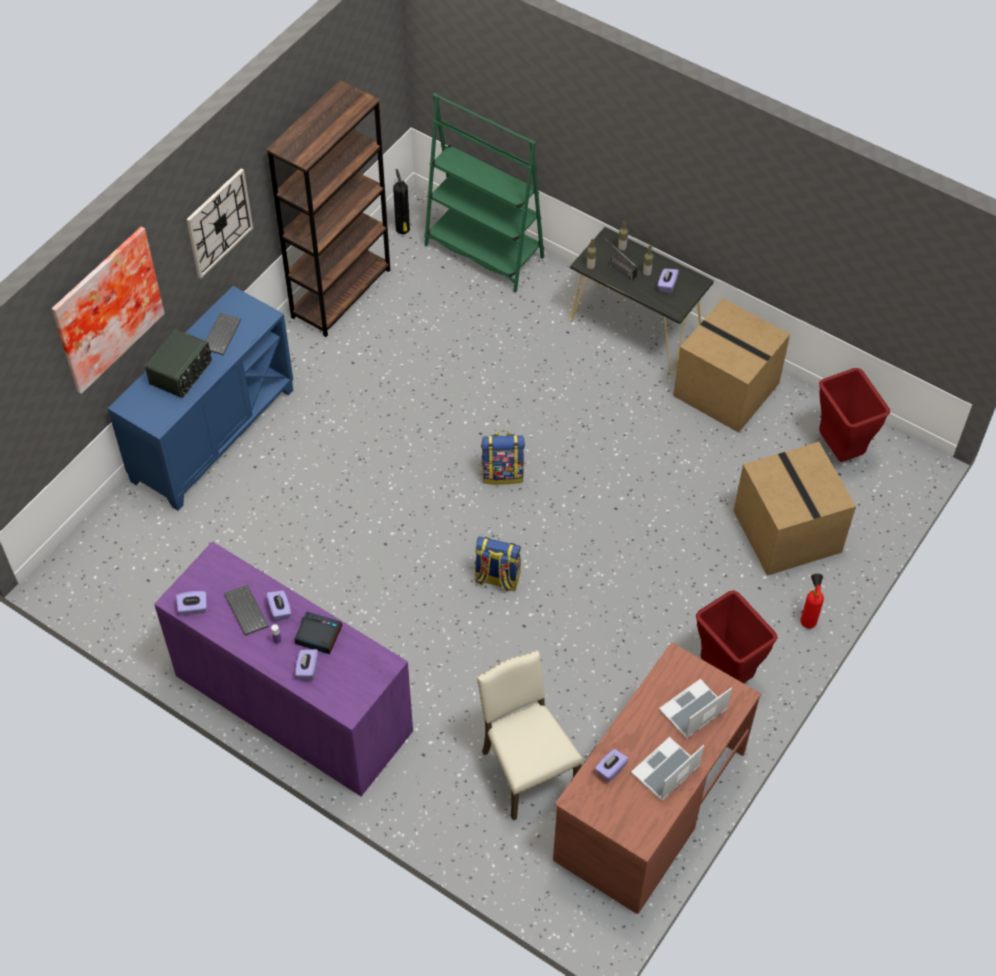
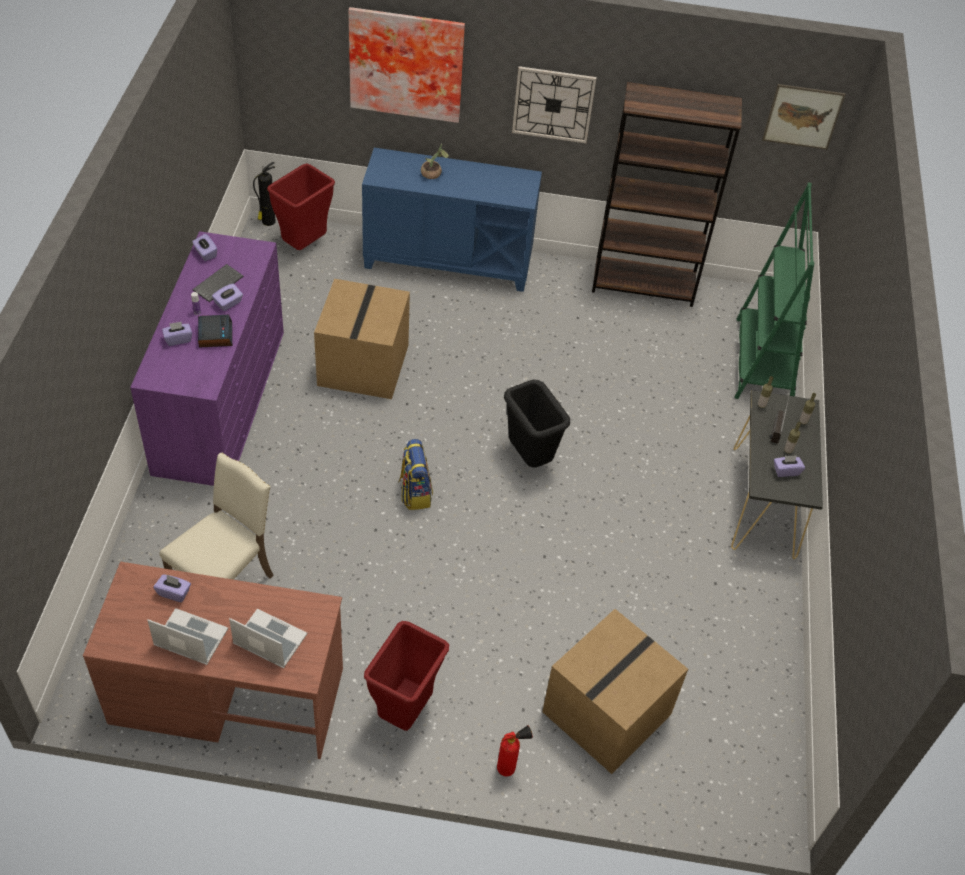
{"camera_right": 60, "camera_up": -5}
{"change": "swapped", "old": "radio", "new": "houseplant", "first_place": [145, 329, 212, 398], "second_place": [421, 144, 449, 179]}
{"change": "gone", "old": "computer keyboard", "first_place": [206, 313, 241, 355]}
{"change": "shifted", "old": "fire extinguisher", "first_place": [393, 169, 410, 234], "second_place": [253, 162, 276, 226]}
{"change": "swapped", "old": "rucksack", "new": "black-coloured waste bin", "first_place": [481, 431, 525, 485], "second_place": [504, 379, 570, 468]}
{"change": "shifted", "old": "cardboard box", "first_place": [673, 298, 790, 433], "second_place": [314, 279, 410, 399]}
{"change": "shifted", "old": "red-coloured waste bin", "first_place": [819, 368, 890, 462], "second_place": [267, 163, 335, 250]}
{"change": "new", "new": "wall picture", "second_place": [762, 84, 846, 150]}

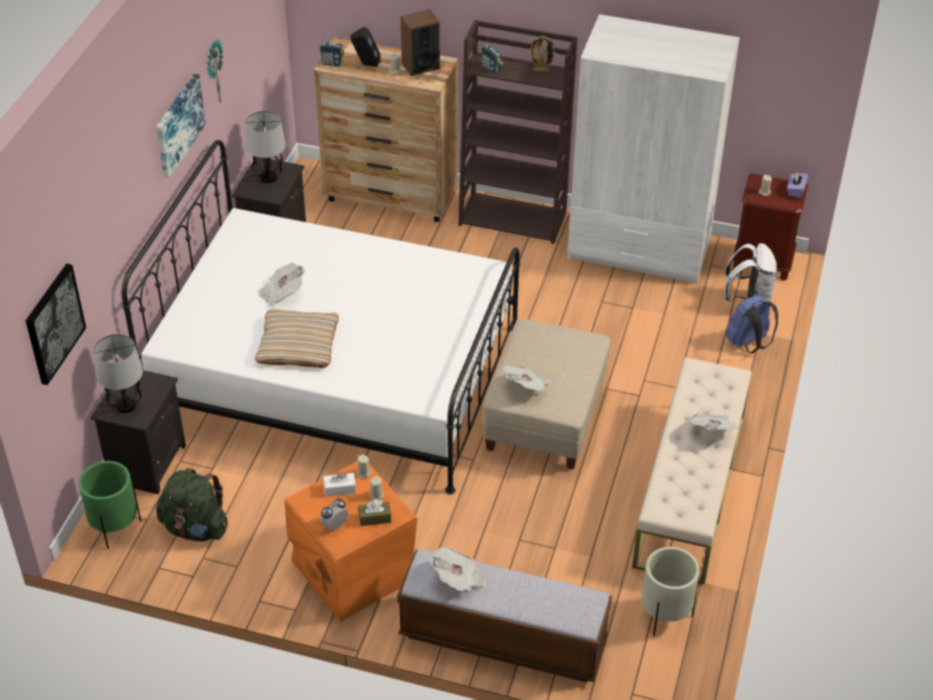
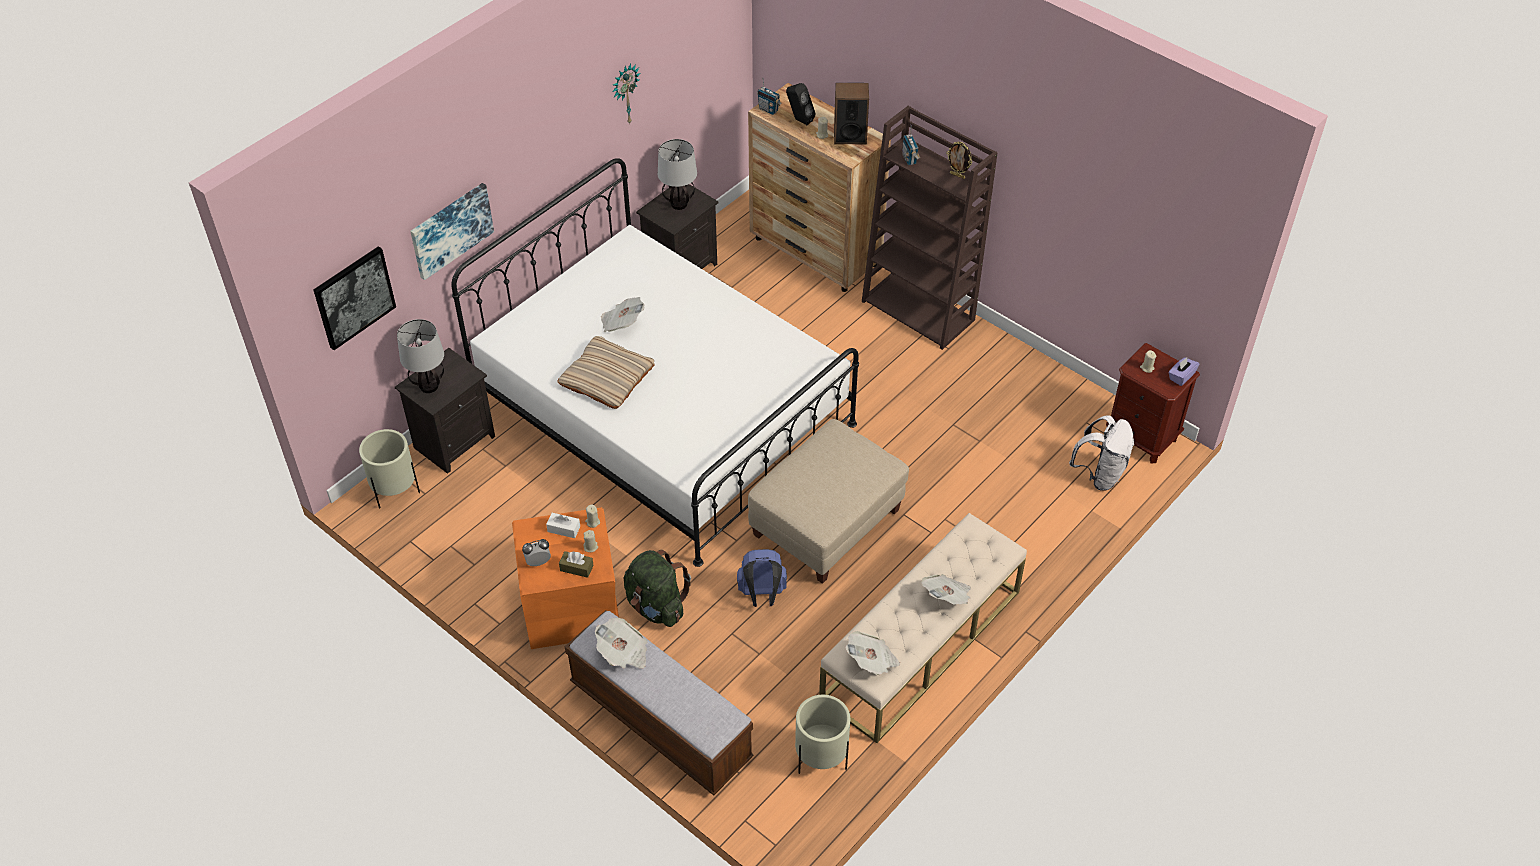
{"camera_right": 25, "camera_up": 5}
{"change": "repainted", "old": "green plant pot", "new": "beige-coloured plant pot", "first_place": [78, 461, 141, 549], "second_place": [359, 429, 420, 508]}
{"change": "shifted", "old": "wall picture", "first_place": [156, 74, 206, 178], "second_place": [410, 183, 494, 280]}
{"change": "shifted", "old": "green rucksack", "first_place": [156, 468, 228, 542], "second_place": [624, 550, 691, 627]}
{"change": "shifted", "old": "newspaper", "first_place": [502, 364, 551, 392], "second_place": [845, 631, 900, 675]}
{"change": "gone", "old": "white clothes cupboard", "first_place": [568, 14, 740, 284]}
{"change": "shifted", "old": "blue rucksack", "first_place": [725, 296, 778, 353], "second_place": [737, 549, 787, 607]}

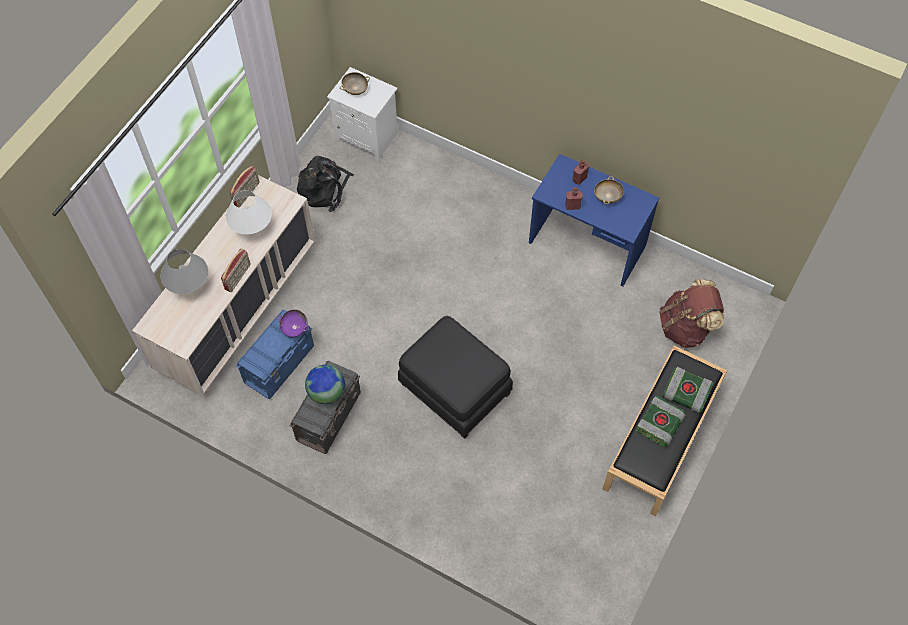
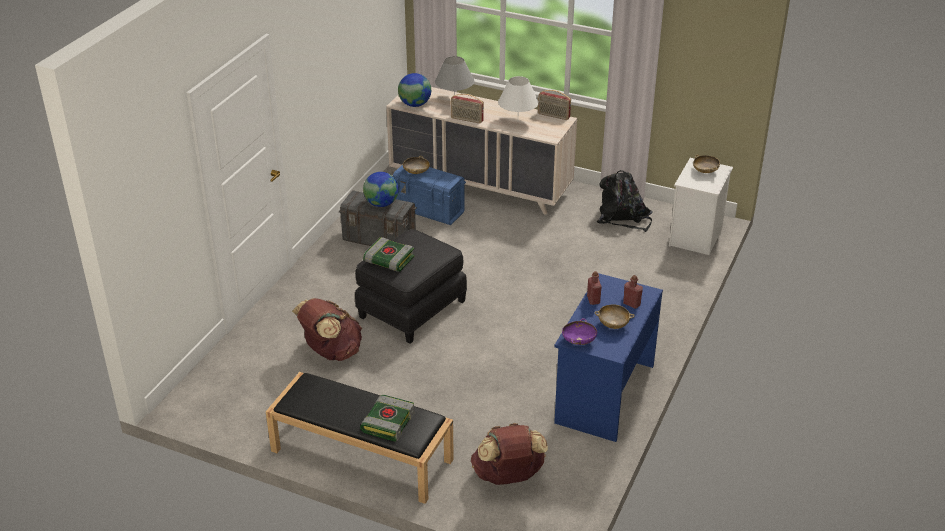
{"camera_right": 85, "camera_up": -25}
{"change": "shifted", "old": "purple-coloured serving bowl", "first_place": [277, 309, 309, 337], "second_place": [562, 318, 597, 345]}
{"change": "shifted", "old": "bound book", "first_place": [636, 396, 686, 447], "second_place": [363, 237, 414, 272]}
{"change": "new", "new": "brown rucksack", "second_place": [292, 298, 362, 361]}
{"change": "new", "new": "desk globe", "second_place": [398, 73, 431, 107]}
{"change": "new", "new": "beige-coloured serving bowl", "second_place": [403, 156, 430, 174]}

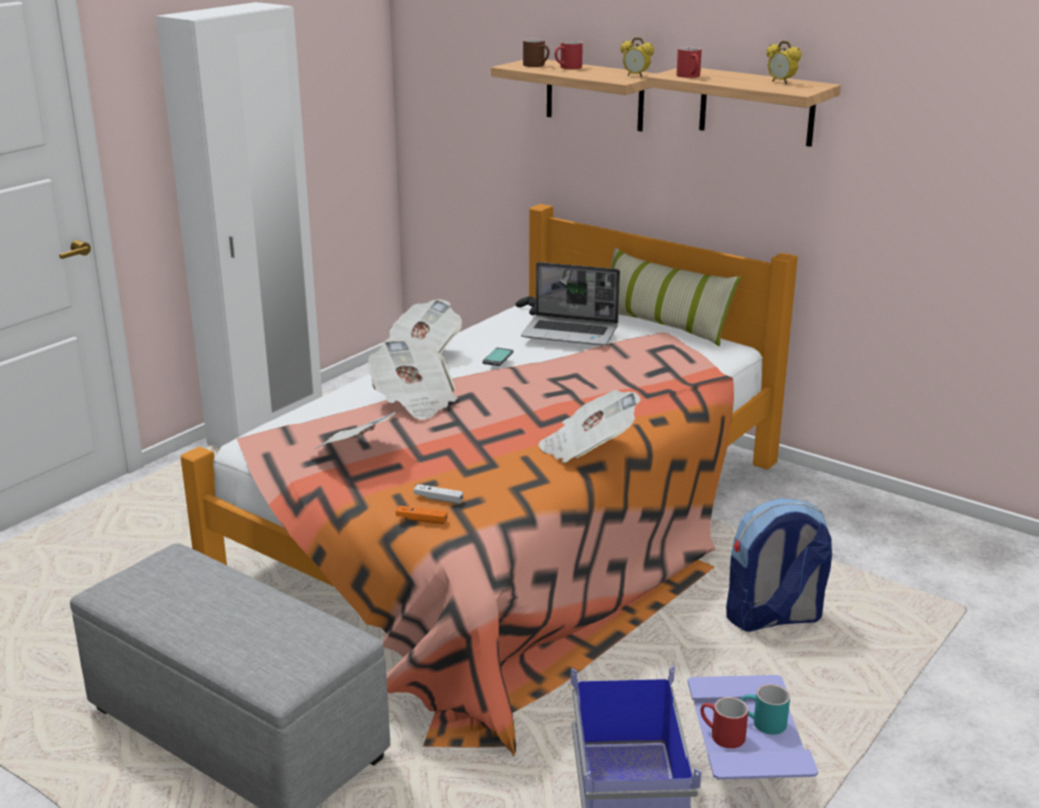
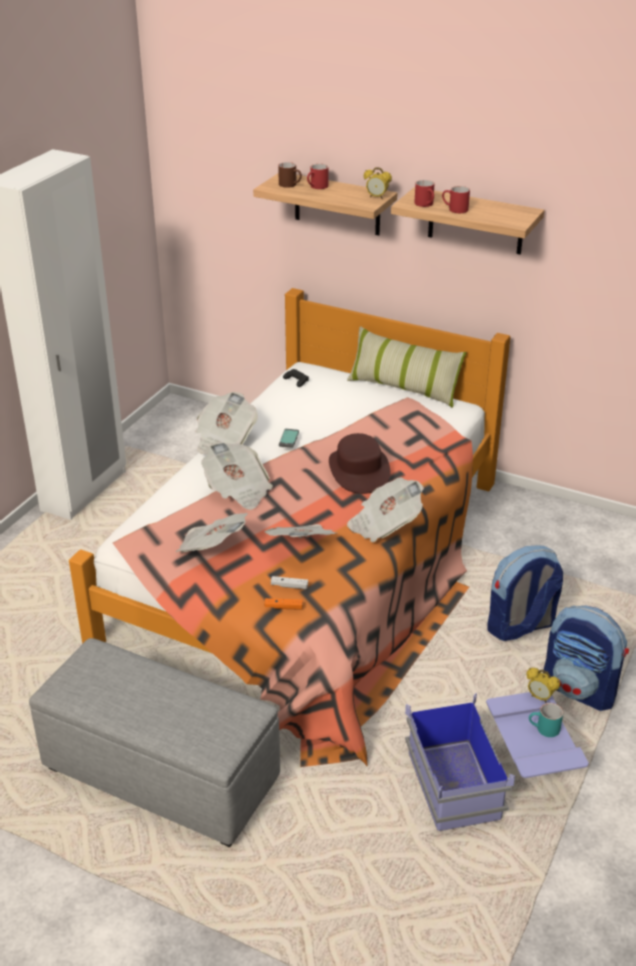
{"camera_right": -10, "camera_up": 10}
{"change": "gone", "old": "portable computer", "first_place": [521, 262, 620, 345]}
{"change": "shifted", "old": "red-coloured mug", "first_place": [700, 697, 748, 748], "second_place": [442, 186, 470, 213]}
{"change": "shifted", "old": "bedside clock", "first_place": [766, 41, 802, 84], "second_place": [526, 668, 560, 703]}
{"change": "new", "new": "newspaper", "second_place": [265, 524, 336, 538]}
{"change": "new", "new": "brown hat", "second_place": [329, 433, 390, 494]}
{"change": "new", "new": "rucksack", "second_place": [544, 606, 629, 711]}

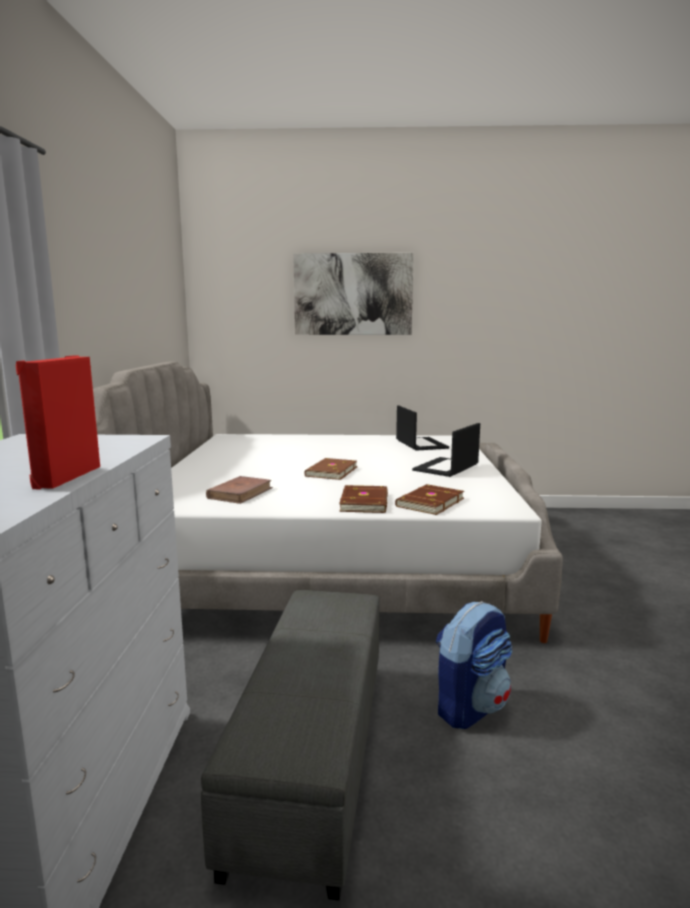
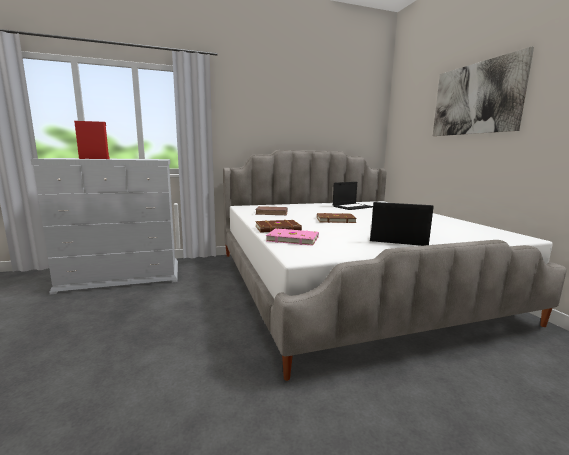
{"camera_right": 70, "camera_up": 0}
{"change": "gone", "old": "gray ottoman", "first_place": [201, 590, 380, 901]}
{"change": "repainted", "old": "brown bound book", "new": "pink-coloured bound book", "first_place": [395, 484, 464, 515], "second_place": [266, 228, 319, 246]}
{"change": "shifted", "old": "portable computer", "first_place": [396, 405, 449, 451], "second_place": [333, 182, 373, 210]}
{"change": "gone", "old": "rucksack", "first_place": [436, 601, 512, 729]}

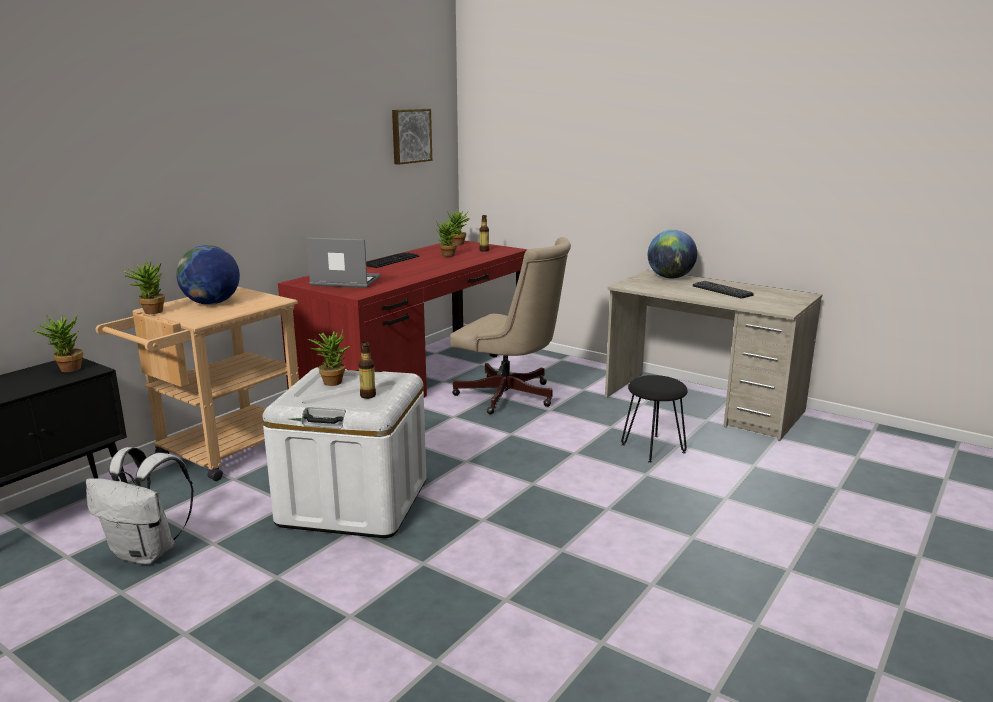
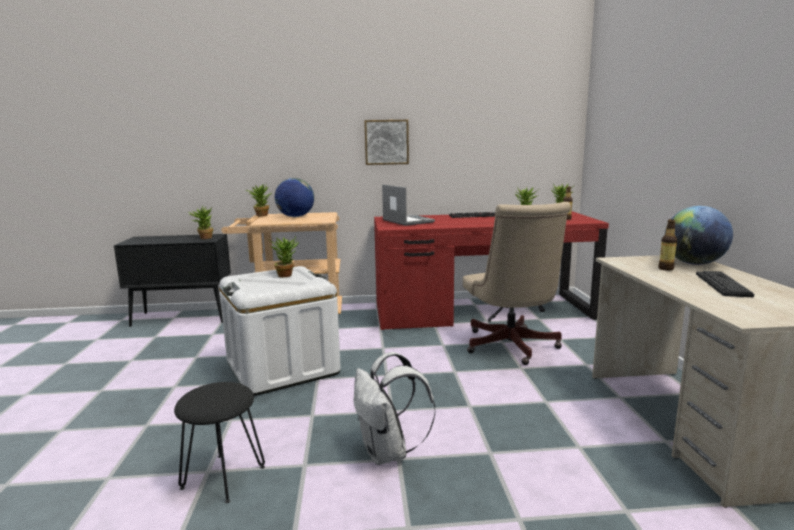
{"camera_right": 50, "camera_up": -5}
{"change": "shifted", "old": "white rucksack", "first_place": [86, 447, 194, 564], "second_place": [353, 352, 435, 465]}
{"change": "shifted", "old": "drink bottle", "first_place": [358, 342, 376, 399], "second_place": [658, 219, 677, 271]}
{"change": "shifted", "old": "wall picture", "first_place": [392, 109, 432, 165], "second_place": [364, 120, 409, 165]}
{"change": "shifted", "old": "black-coloured sitting stool", "first_place": [621, 375, 688, 463], "second_place": [174, 382, 265, 503]}

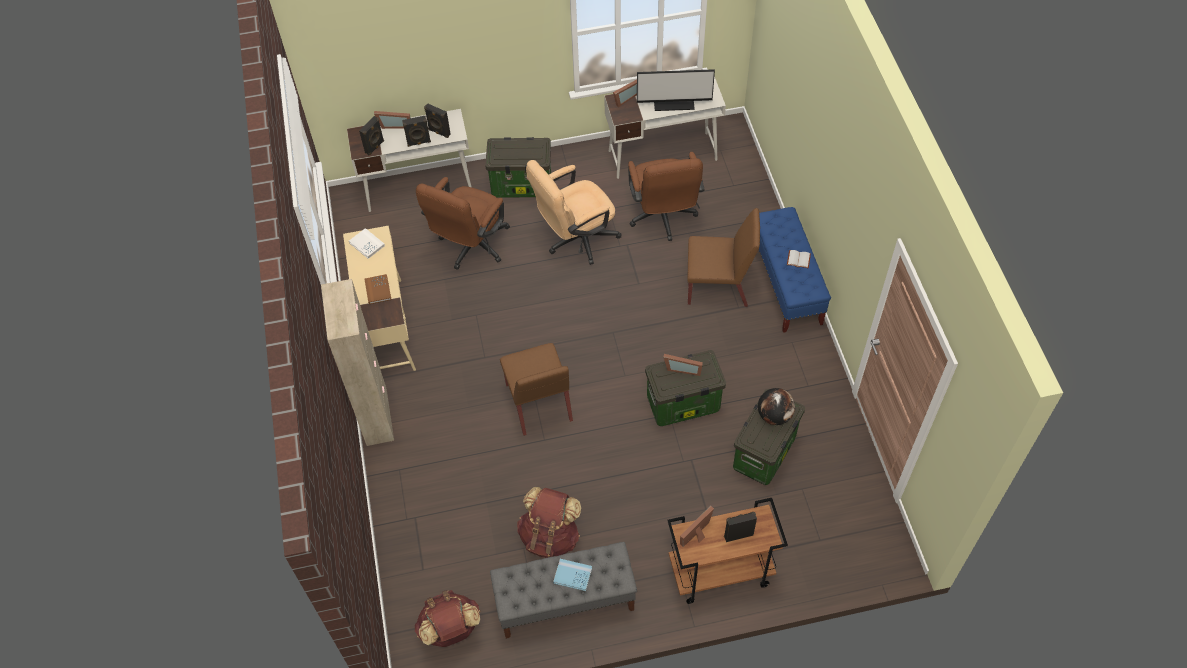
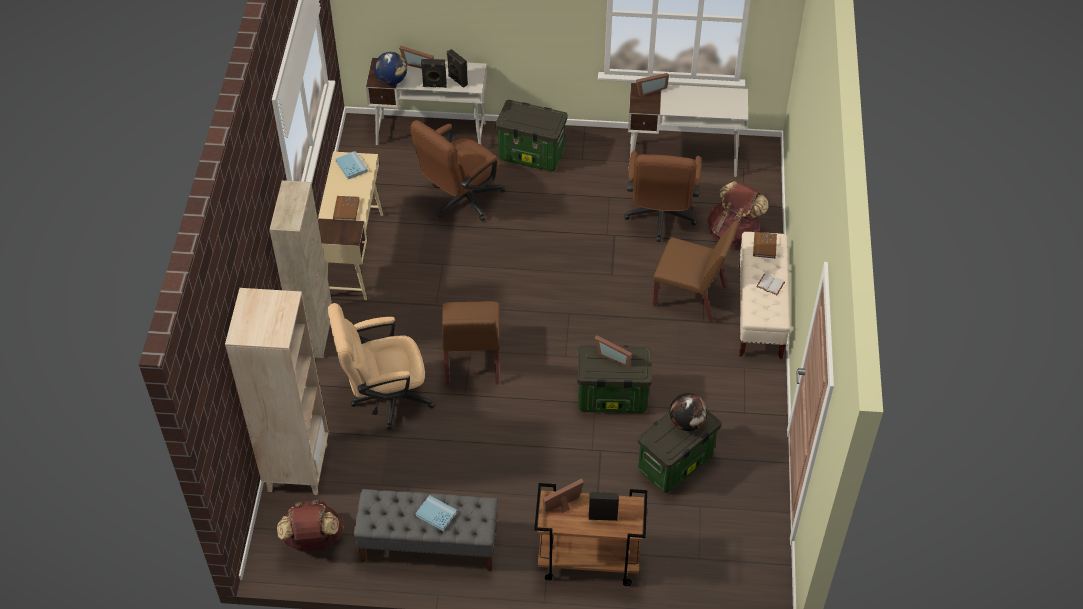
{"camera_right": 15, "camera_up": -5}
{"change": "repainted", "old": "white bound book", "new": "blue bound book", "first_place": [349, 228, 385, 259], "second_place": [335, 151, 368, 179]}
{"change": "swapped", "old": "black-coloured audio speaker", "new": "desk globe", "first_place": [359, 116, 384, 155], "second_place": [374, 52, 407, 85]}
{"change": "shifted", "old": "brown rucksack", "first_place": [517, 487, 581, 558], "second_place": [707, 181, 768, 248]}
{"change": "shifted", "old": "beige-coloured office chair", "first_place": [526, 160, 622, 265], "second_place": [327, 303, 435, 430]}
{"change": "gone", "old": "computer display", "first_place": [637, 69, 715, 111]}
{"change": "repainted", "old": "blue long seat", "new": "beige-coloured long seat", "first_place": [759, 207, 831, 333], "second_place": [739, 232, 790, 359]}
{"change": "new", "new": "beige-coloured bookshelf", "second_place": [225, 288, 329, 495]}
{"change": "new", "new": "brown bound book", "second_place": [753, 232, 777, 258]}

